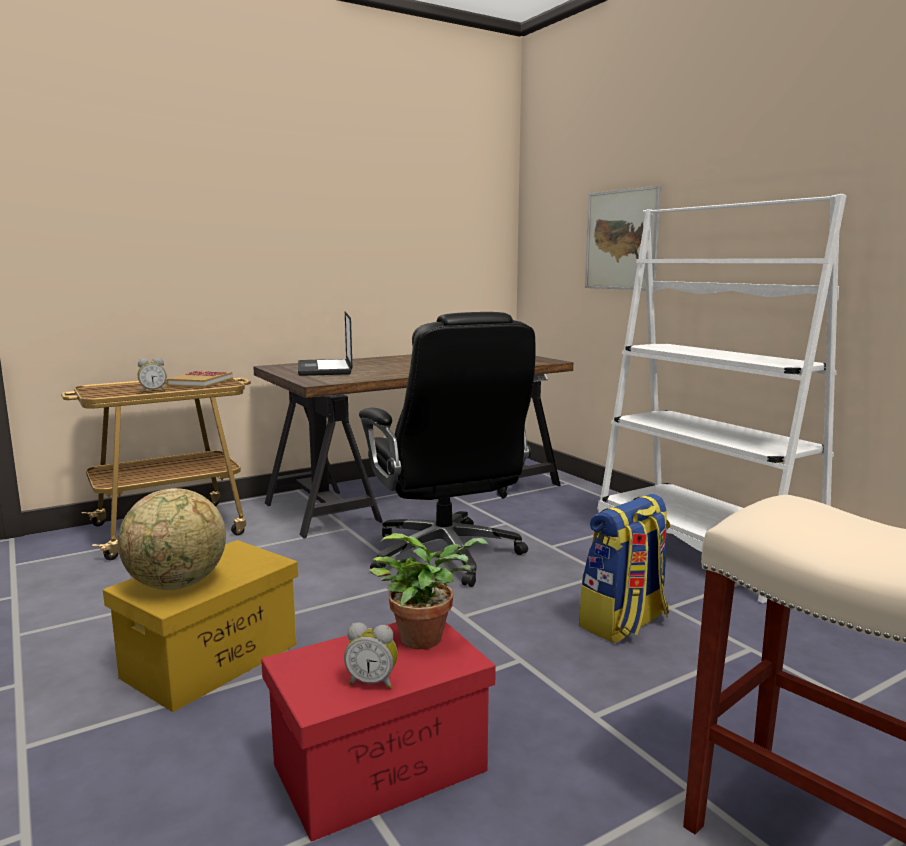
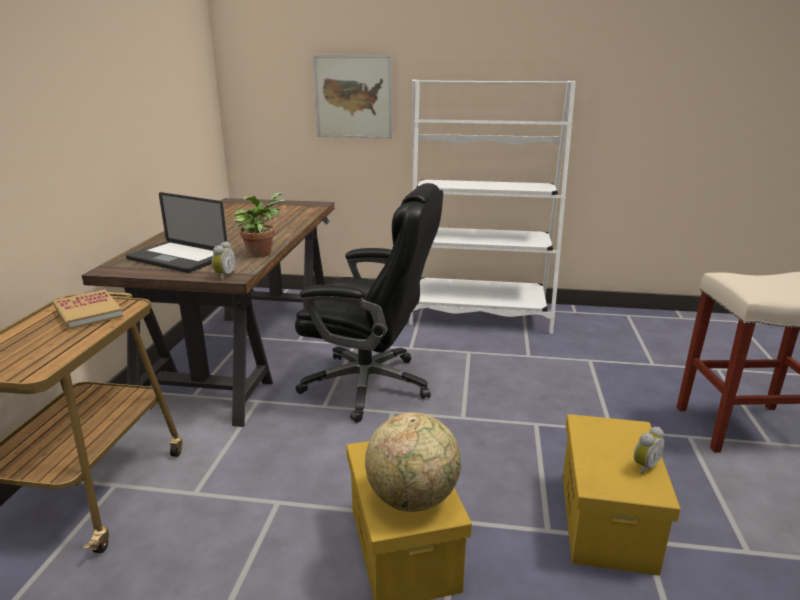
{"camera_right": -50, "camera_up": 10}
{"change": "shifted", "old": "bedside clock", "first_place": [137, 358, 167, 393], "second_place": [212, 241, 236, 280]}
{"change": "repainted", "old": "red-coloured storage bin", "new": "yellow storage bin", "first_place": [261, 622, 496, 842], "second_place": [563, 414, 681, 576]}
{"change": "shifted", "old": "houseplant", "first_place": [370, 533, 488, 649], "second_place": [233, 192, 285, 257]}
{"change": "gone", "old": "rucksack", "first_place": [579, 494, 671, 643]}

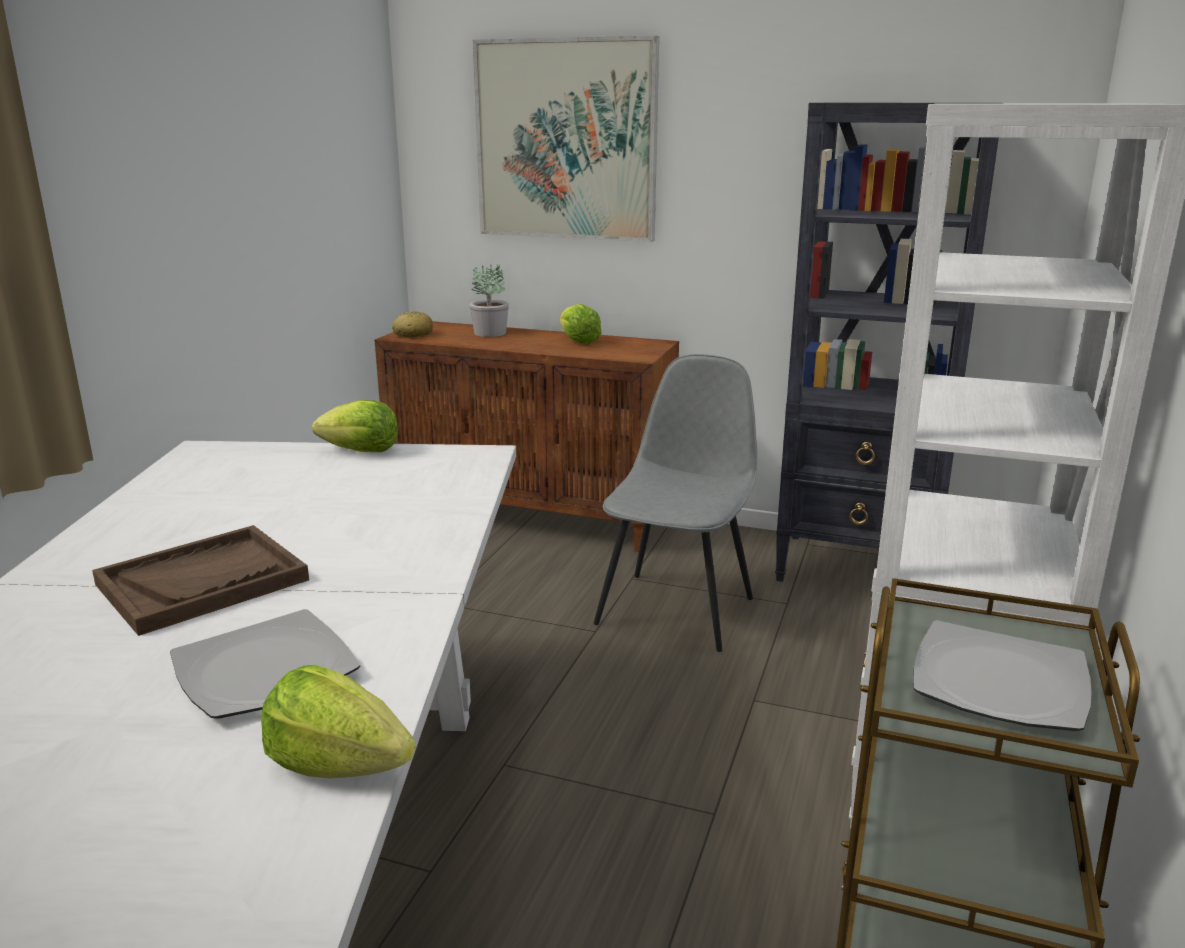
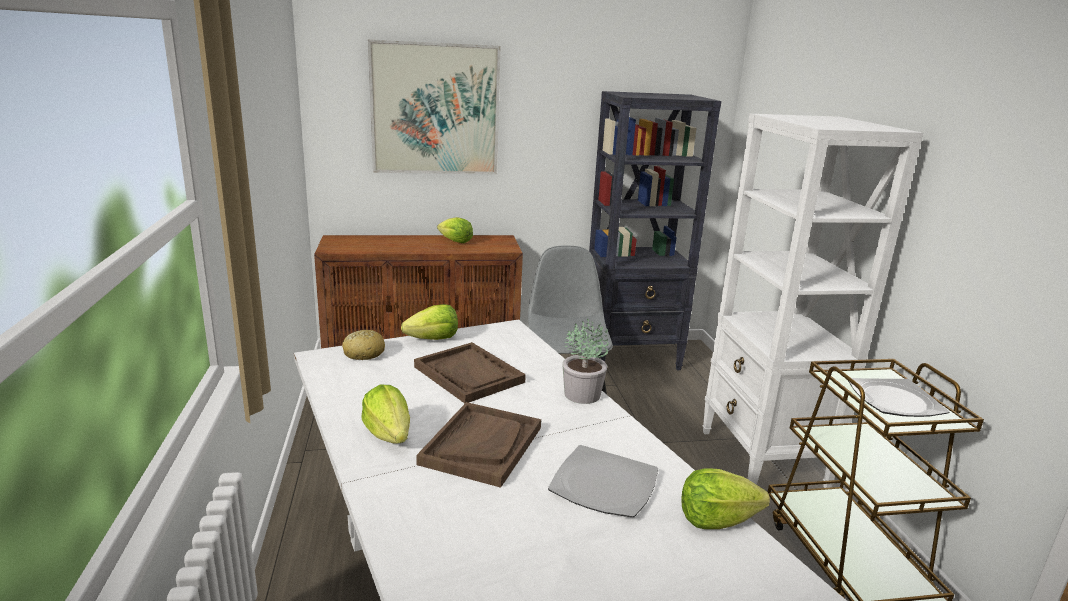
{"camera_right": -30, "camera_up": 0}
{"change": "shifted", "old": "bakery bread", "first_place": [392, 311, 433, 338], "second_place": [342, 330, 385, 360]}
{"change": "shifted", "old": "houseplant", "first_place": [470, 264, 509, 337], "second_place": [562, 319, 609, 404]}
{"change": "new", "new": "lettuce", "second_place": [361, 385, 410, 444]}
{"change": "new", "new": "brown tray", "second_place": [414, 342, 526, 403]}

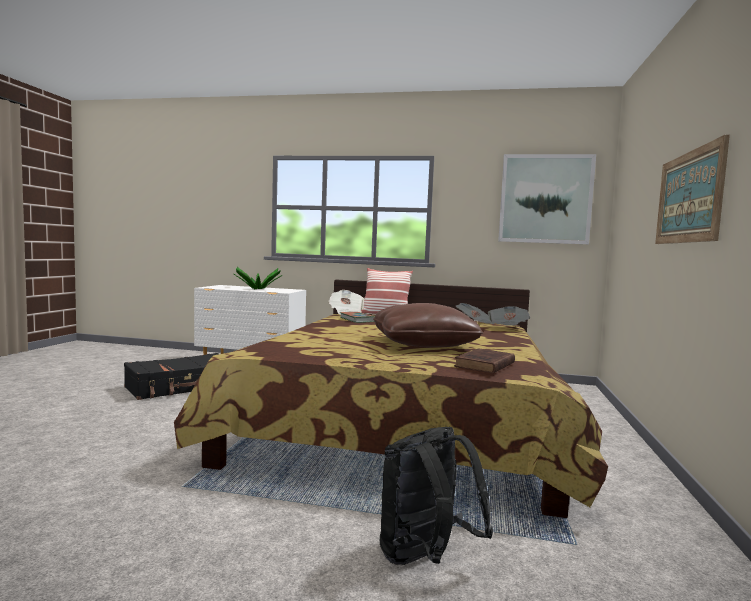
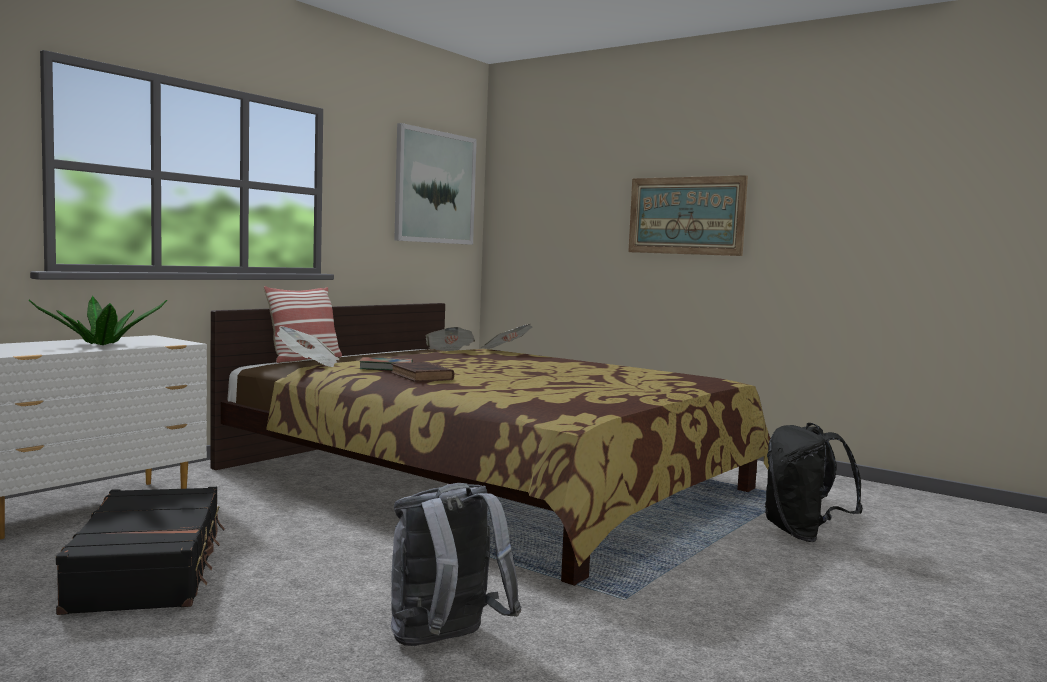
{"camera_right": -65, "camera_up": 0}
{"change": "gone", "old": "brown cushion", "first_place": [373, 303, 483, 347]}
{"change": "shifted", "old": "brown bound book", "first_place": [454, 348, 515, 374], "second_place": [391, 362, 454, 382]}
{"change": "new", "new": "gray rucksack", "second_place": [391, 483, 521, 646]}

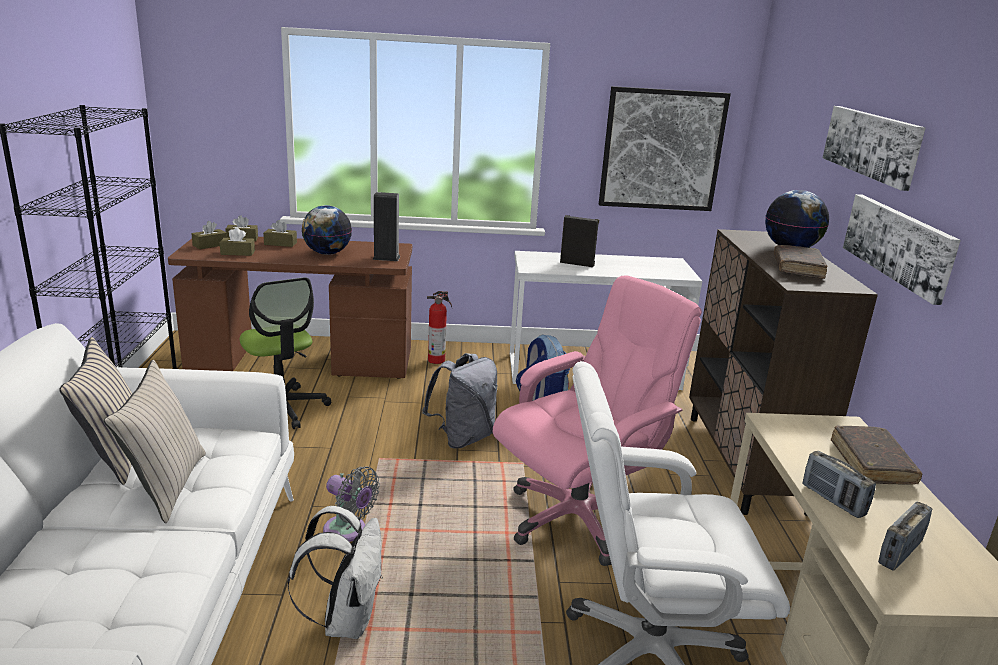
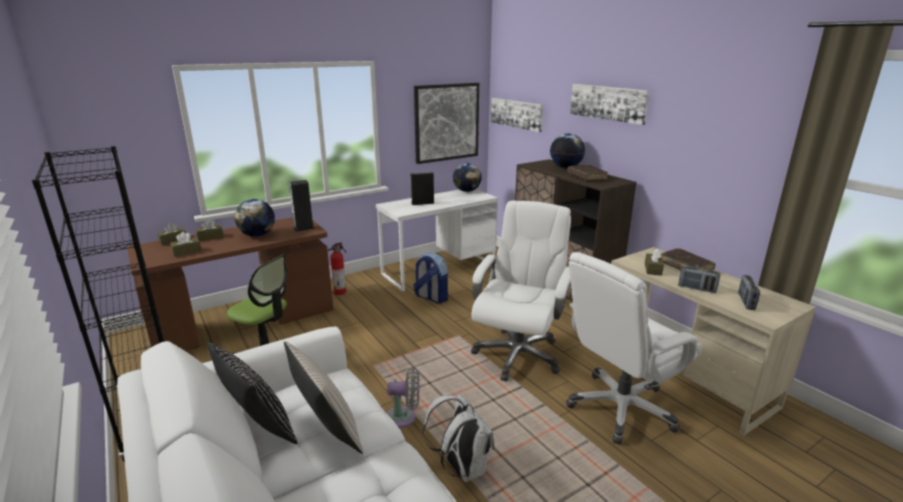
{"camera_right": -30, "camera_up": 0}
{"change": "repainted", "old": "beige-coloured cushion", "new": "black-coloured cushion", "first_place": [59, 337, 133, 485], "second_place": [207, 342, 297, 444]}
{"change": "shifted", "old": "brown box of tissues", "first_place": [191, 221, 227, 249], "second_place": [645, 248, 664, 276]}
{"change": "gone", "old": "gray rucksack", "first_place": [422, 353, 497, 449]}
{"change": "repainted", "old": "pink-coloured office chair", "new": "white office chair", "first_place": [493, 275, 702, 566], "second_place": [471, 201, 571, 381]}
{"change": "shifted", "old": "wall picture", "first_place": [843, 194, 961, 305], "second_place": [491, 98, 543, 132]}
{"change": "new", "new": "desk globe", "second_place": [453, 163, 482, 192]}

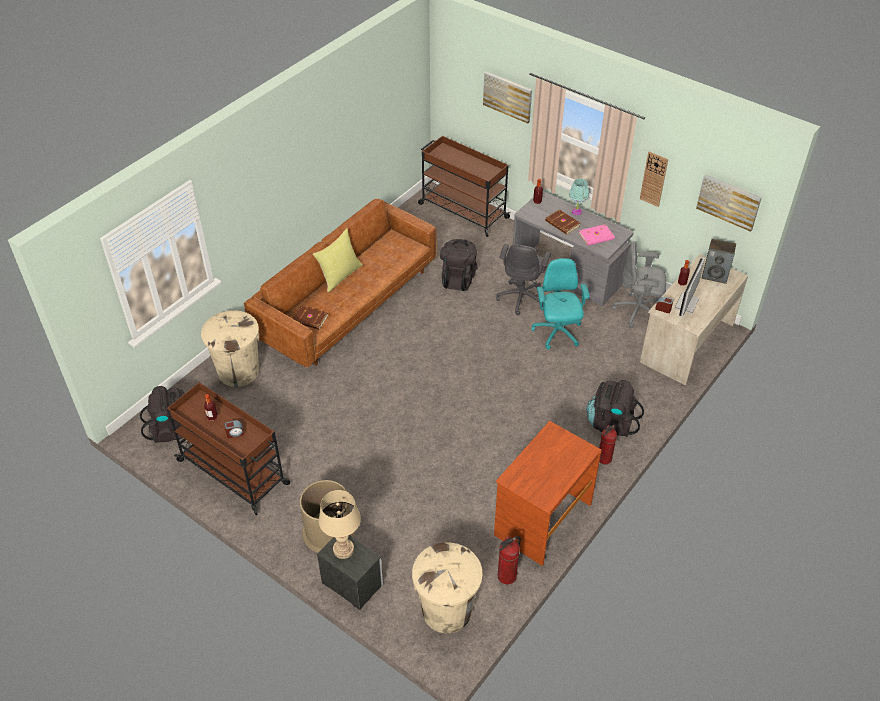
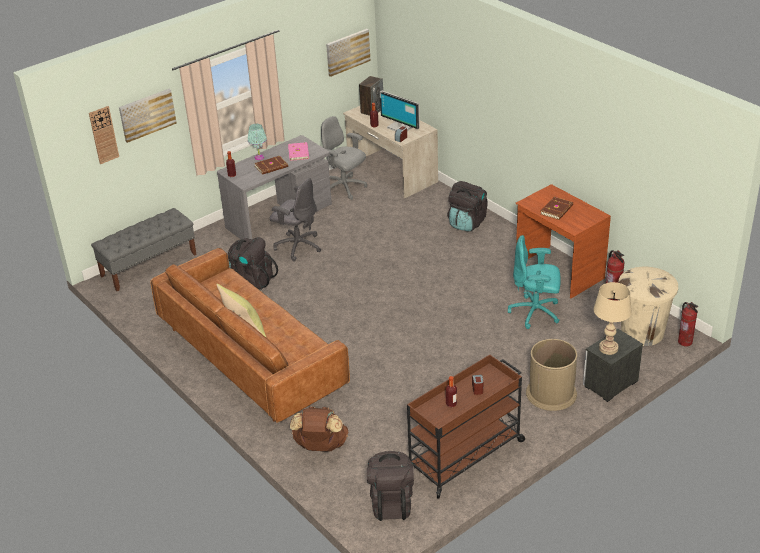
{"camera_right": -75, "camera_up": -10}
{"change": "swapped", "old": "beige-coloured waste bin", "new": "brown rucksack", "first_place": [201, 310, 259, 387], "second_place": [290, 407, 348, 452]}
{"change": "shifted", "old": "brown bound book", "first_place": [292, 306, 328, 330], "second_place": [541, 197, 573, 220]}
{"change": "swapped", "old": "brown trolley", "new": "gray long seat", "first_place": [418, 136, 511, 237], "second_place": [91, 208, 197, 291]}
{"change": "shifted", "old": "turquoise office chair", "first_place": [531, 258, 590, 350], "second_place": [508, 235, 561, 329]}
{"change": "shifted", "old": "fire extinguisher", "first_place": [599, 424, 617, 464], "second_place": [678, 302, 699, 347]}
{"change": "rotated", "old": "gray office chair", "first_place": [613, 241, 666, 327], "second_place": [321, 116, 367, 200], "degrees": 105}
{"change": "shifted", "old": "clock on the wall", "first_place": [640, 152, 668, 207], "second_place": [89, 106, 119, 164]}

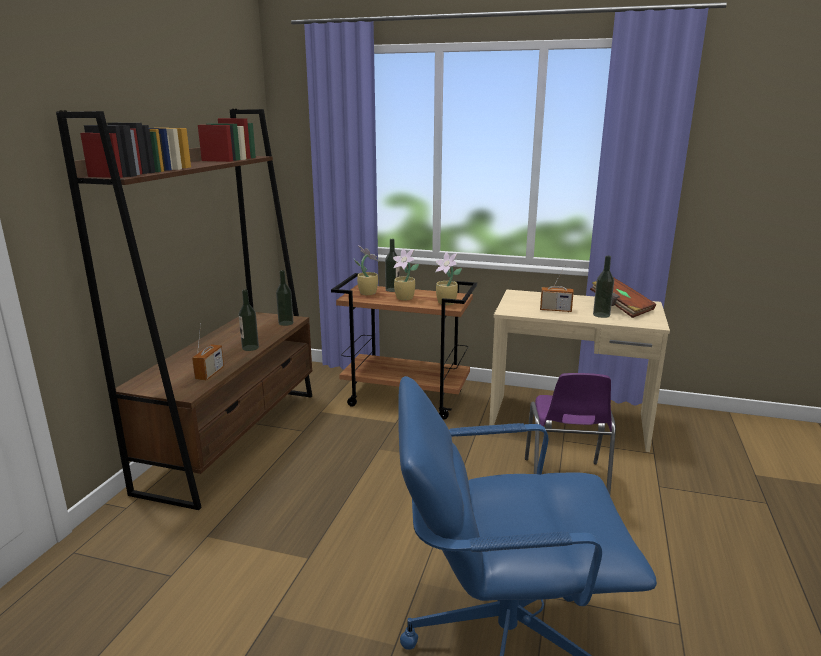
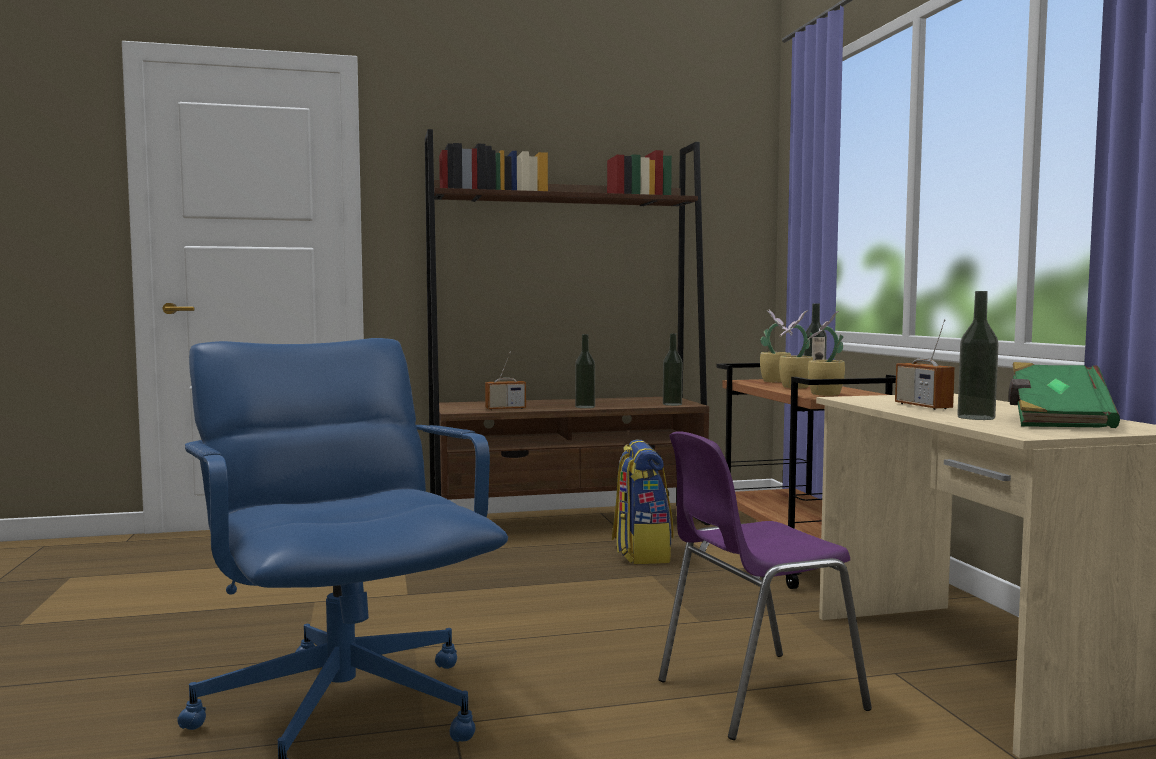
{"camera_right": 60, "camera_up": -15}
{"change": "repainted", "old": "brown bound book", "new": "green bound book", "first_place": [590, 277, 656, 318], "second_place": [1008, 362, 1120, 428]}
{"change": "new", "new": "rucksack", "second_place": [612, 440, 673, 564]}

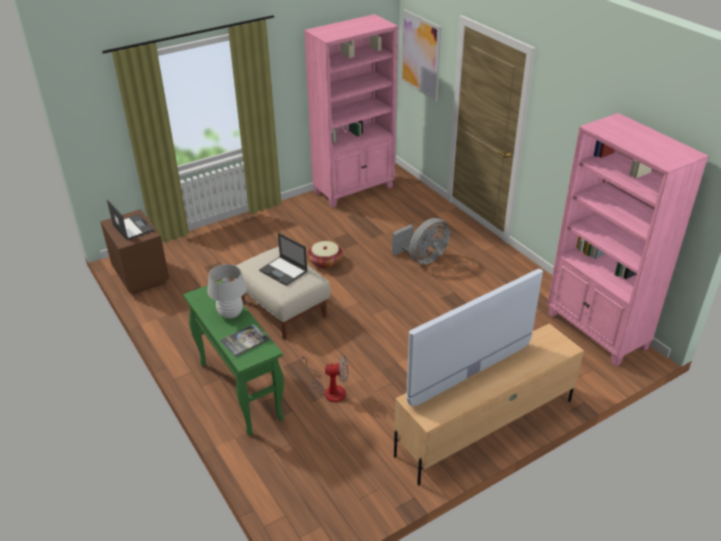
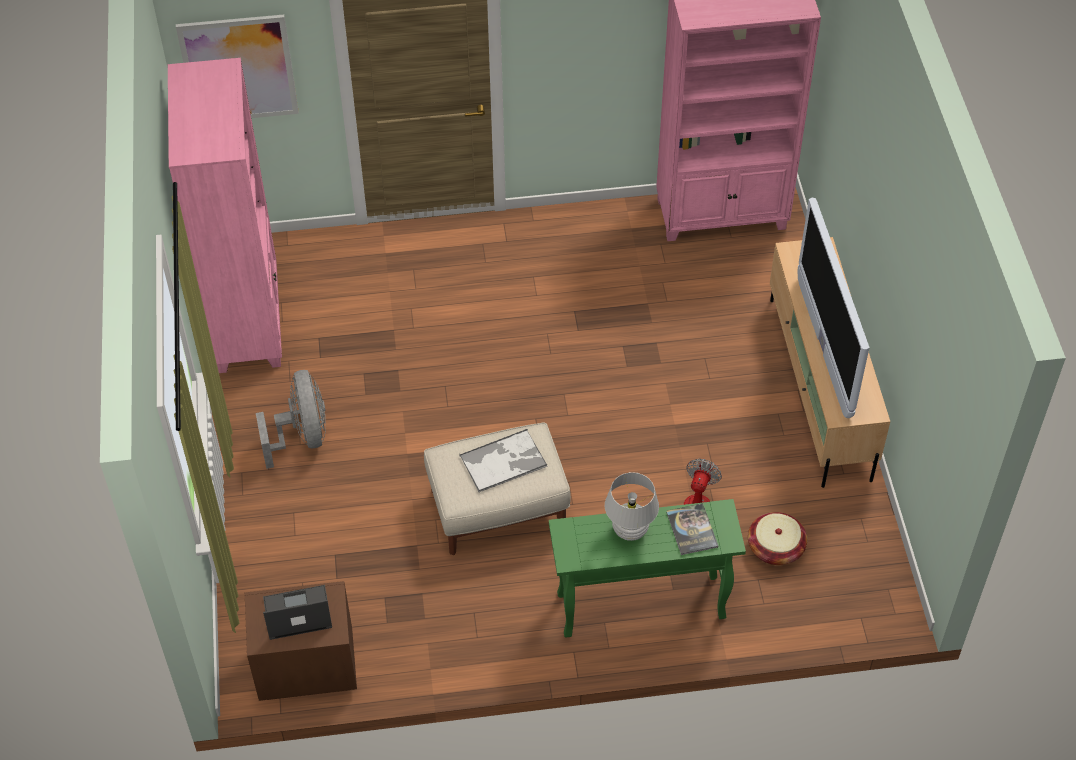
{"camera_right": -65, "camera_up": 15}
{"change": "swapped", "old": "portable computer", "new": "tray", "first_place": [259, 233, 308, 286], "second_place": [459, 429, 547, 492]}
{"change": "shifted", "old": "household basket", "first_place": [308, 241, 343, 269], "second_place": [748, 512, 807, 565]}
{"change": "shifted", "old": "gray electric fan", "first_place": [392, 218, 450, 264], "second_place": [256, 370, 326, 469]}

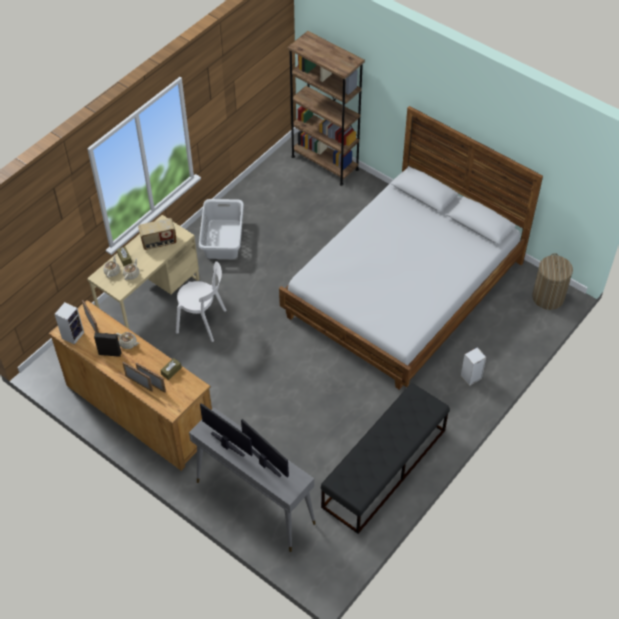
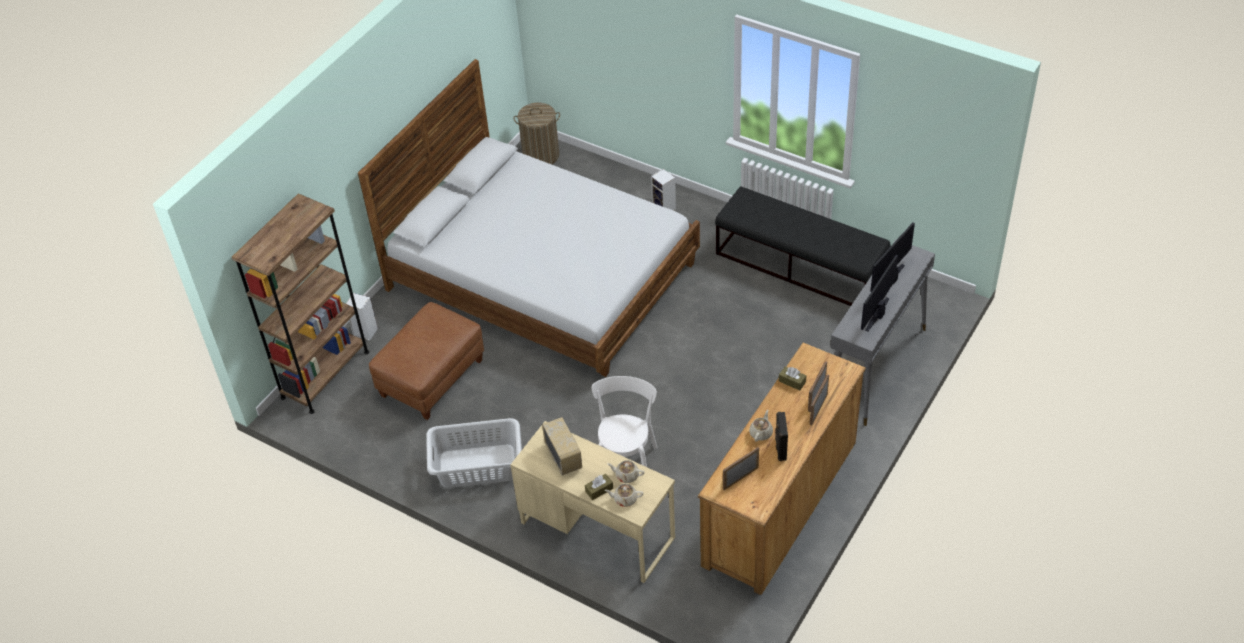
{"camera_right": -95, "camera_up": -5}
{"change": "shifted", "old": "audio speaker", "first_place": [54, 302, 84, 345], "second_place": [346, 293, 378, 341]}
{"change": "new", "new": "brown ottoman", "second_place": [369, 302, 484, 420]}

